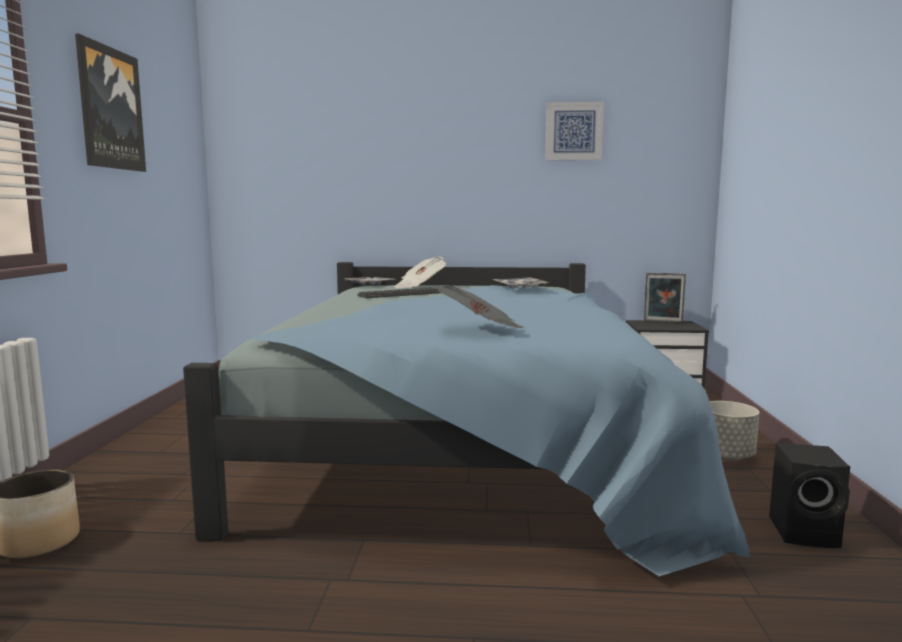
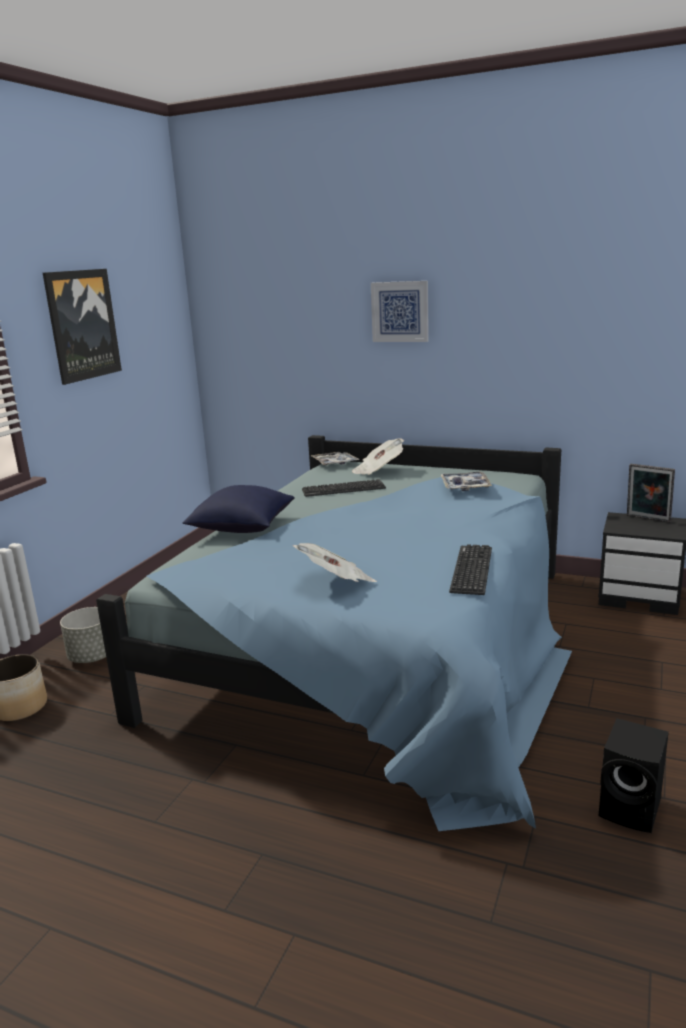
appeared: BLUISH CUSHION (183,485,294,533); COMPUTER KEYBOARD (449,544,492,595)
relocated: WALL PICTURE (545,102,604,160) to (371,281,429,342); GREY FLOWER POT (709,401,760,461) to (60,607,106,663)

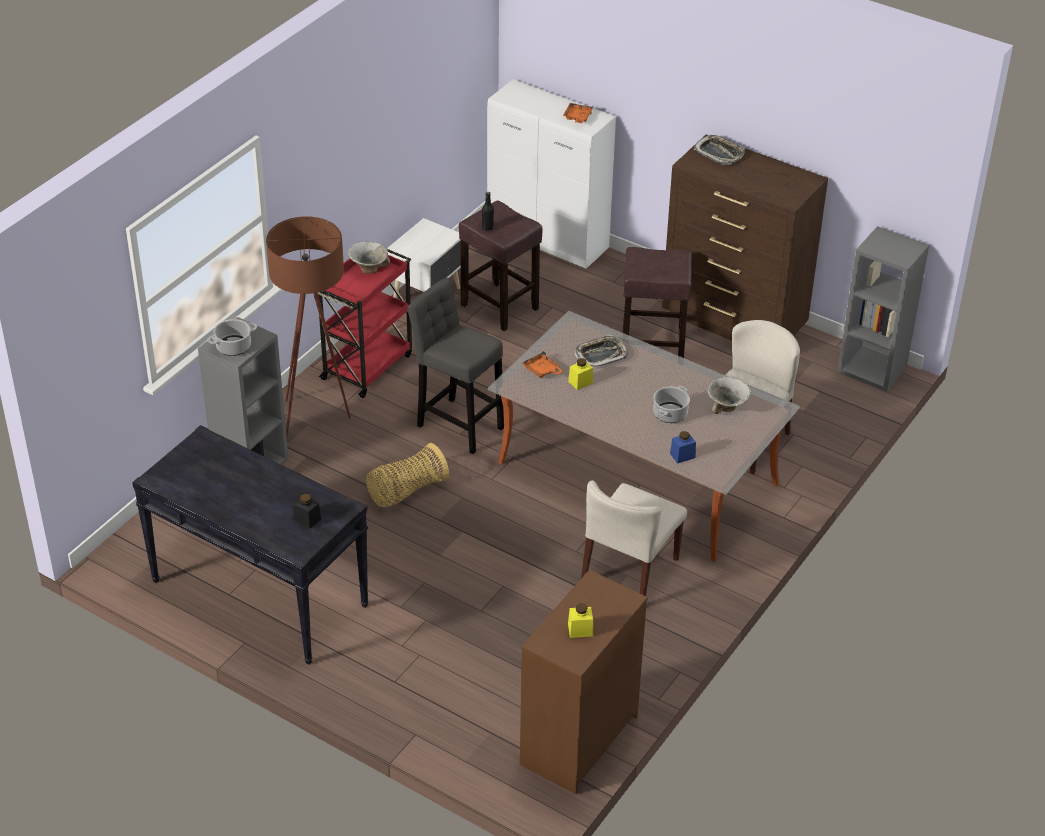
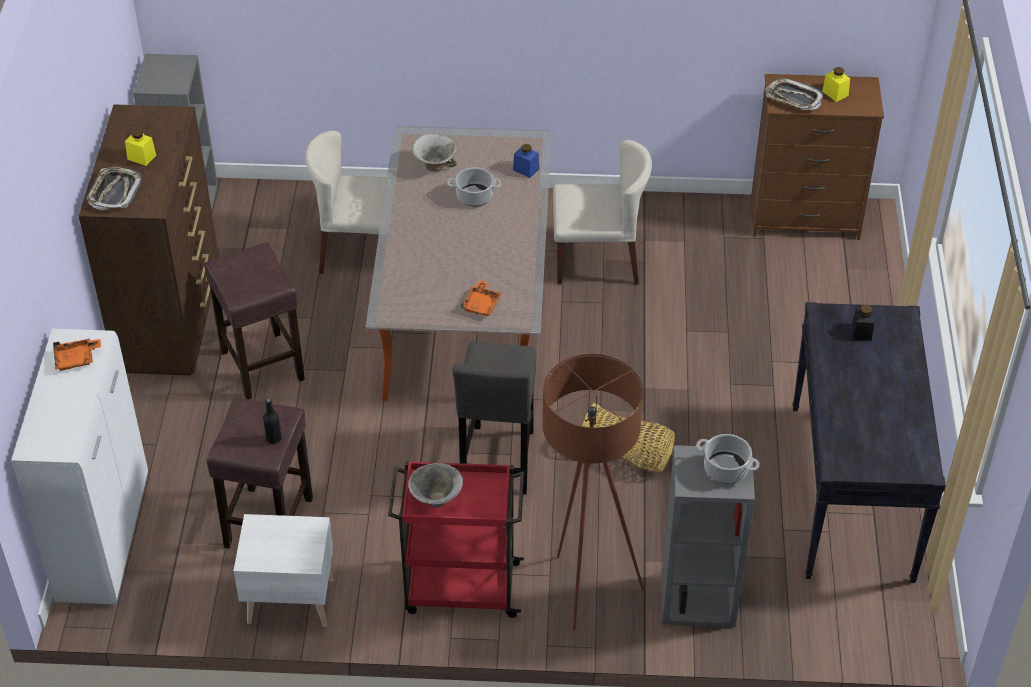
relocated: YELLOW-COLOURED PRESERVE JAR (568,358,593,390) to (125,129,156,166); CARRYING TRAY (575,335,629,367) to (765,78,823,110)

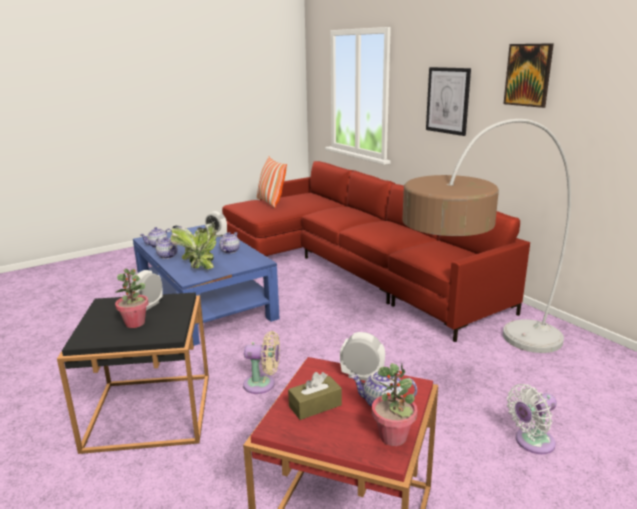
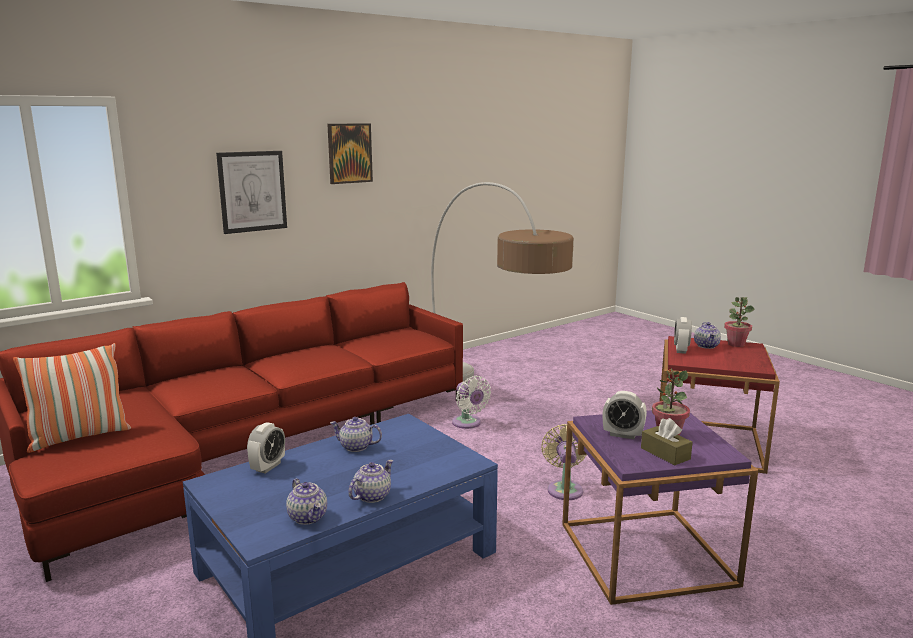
missing: HOUSEPLANT (170,223,218,269)
relocated: BROWN TISSUE HOLDER (288,372,342,420) to (641,418,693,465); WHITE FAN (507,384,557,454) to (452,376,491,429)
colour: BLACK END TABLE (57,293,209,454) to PURPLISH END TABLE (562,410,758,605)

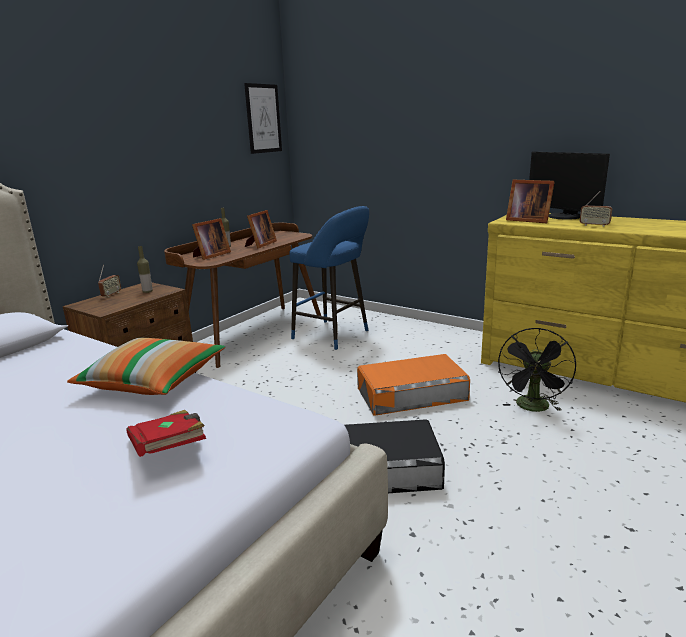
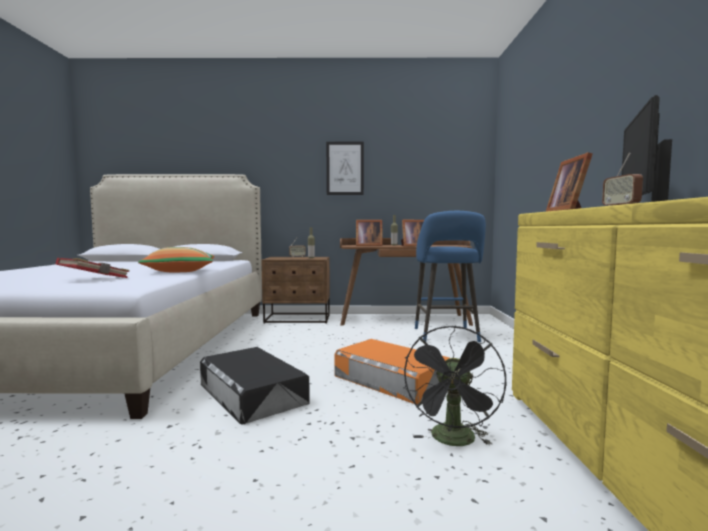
relocated: WALL PICTURE (244,83,282,154) to (326,142,364,195)
spun: BLACK FAN (498,328,576,412) = (403,325,506,446) 60 degrees counterclockwise

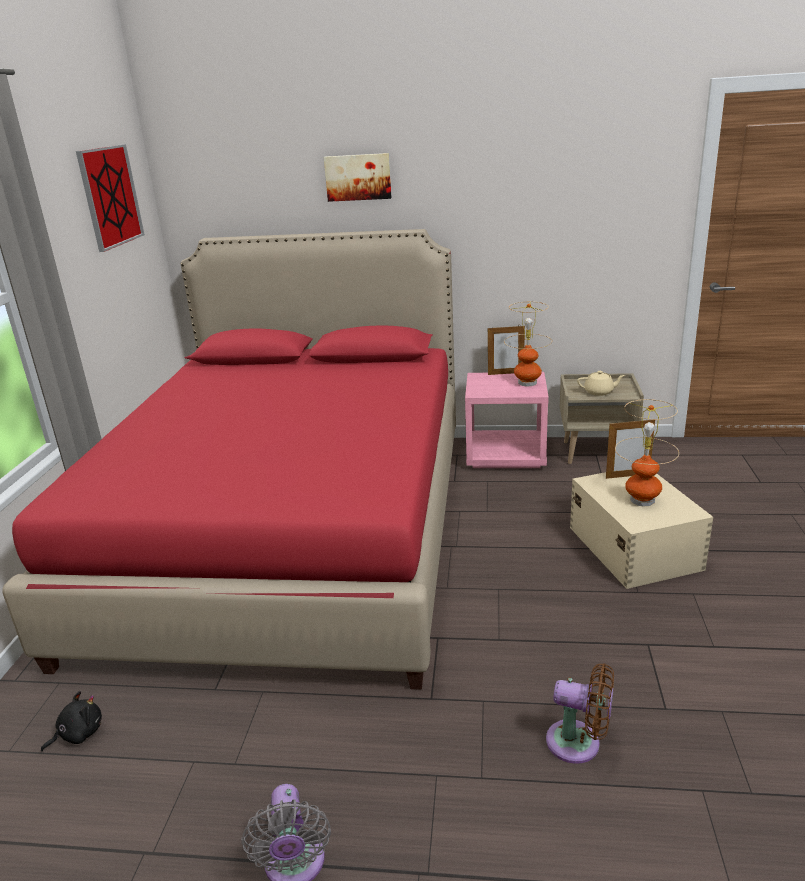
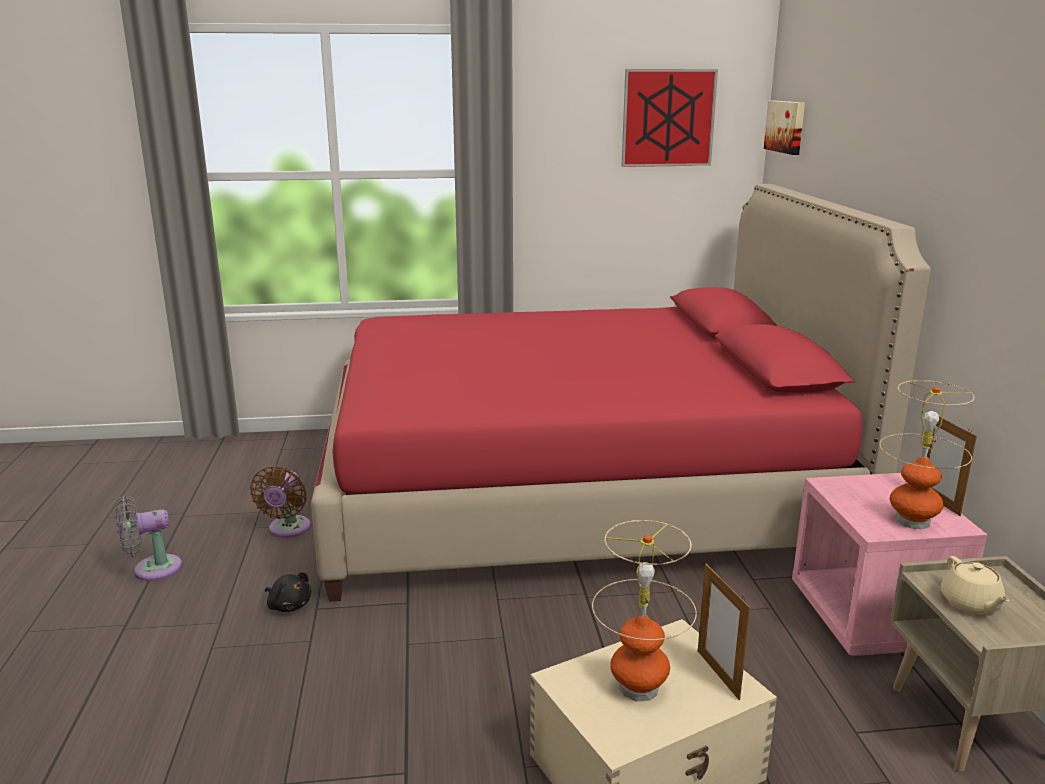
relocated: BLACK CUDDLY TOY (41,691,102,752) to (265,572,311,612); WALL PICTURE (324,153,392,202) to (764,101,805,155); BROWN FAN (546,663,614,764) to (250,466,311,538)

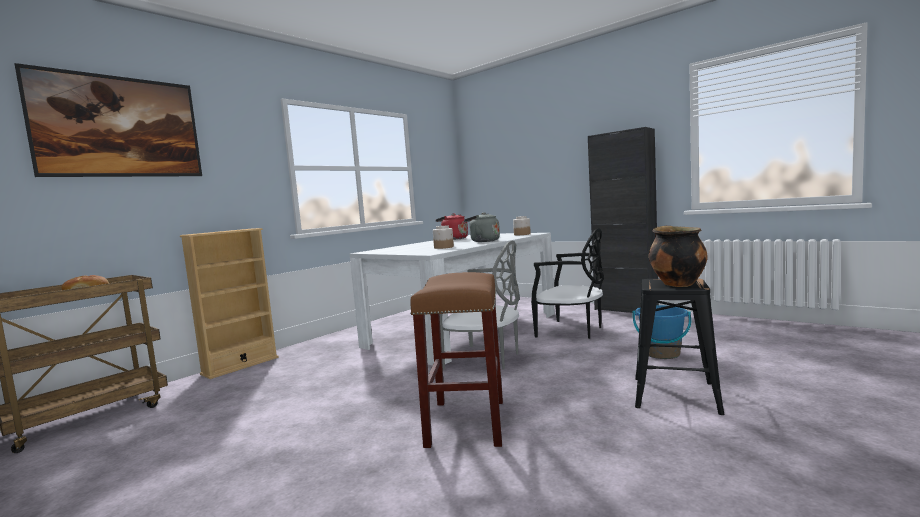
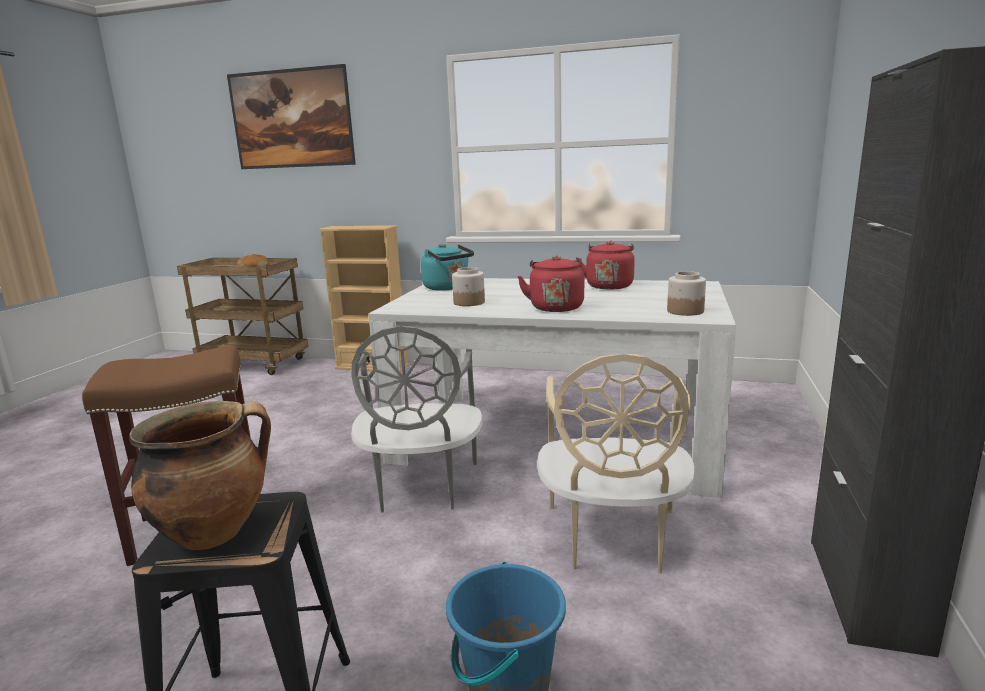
appeared: TURQUOISE WATER KETTLE (421,244,474,291)
colour: GREY WATER KETTLE (464,212,500,242) to REDDISH WATER KETTLE (517,256,584,312); BLACK UPRIGHT CHAIR (531,228,604,339) to SAND-COLOURED UPRIGHT CHAIR (537,354,696,574)

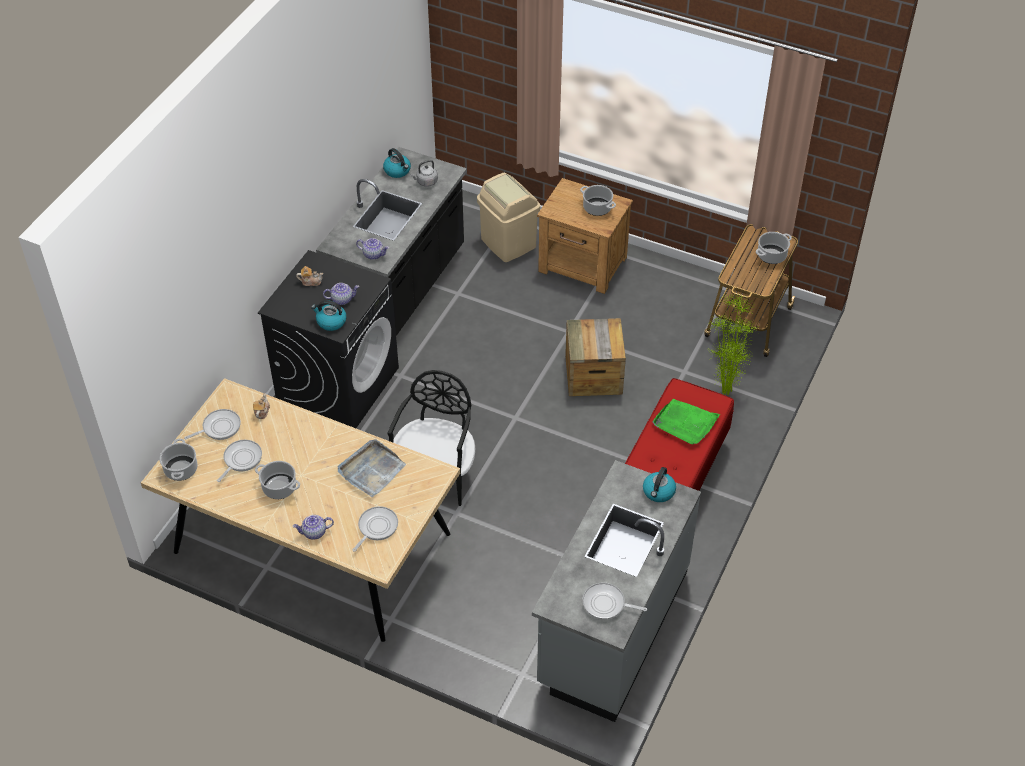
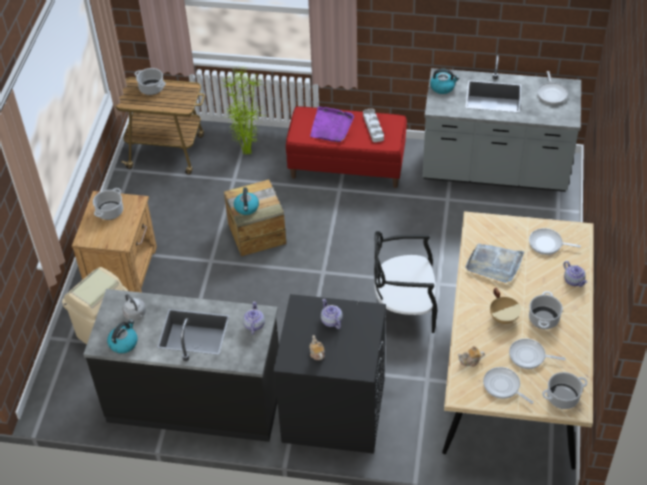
appeared: GREY CARRYING TRAY (363,108,384,142); SAND-COLOURED STOCKPOT (490,287,521,324)
relocated: WATER KETTLE (311,300,347,331) to (234,187,259,215)
colour: GREEN CARRYING TRAY (652,399,720,444) to PURPLISH CARRYING TRAY (310,107,354,142)

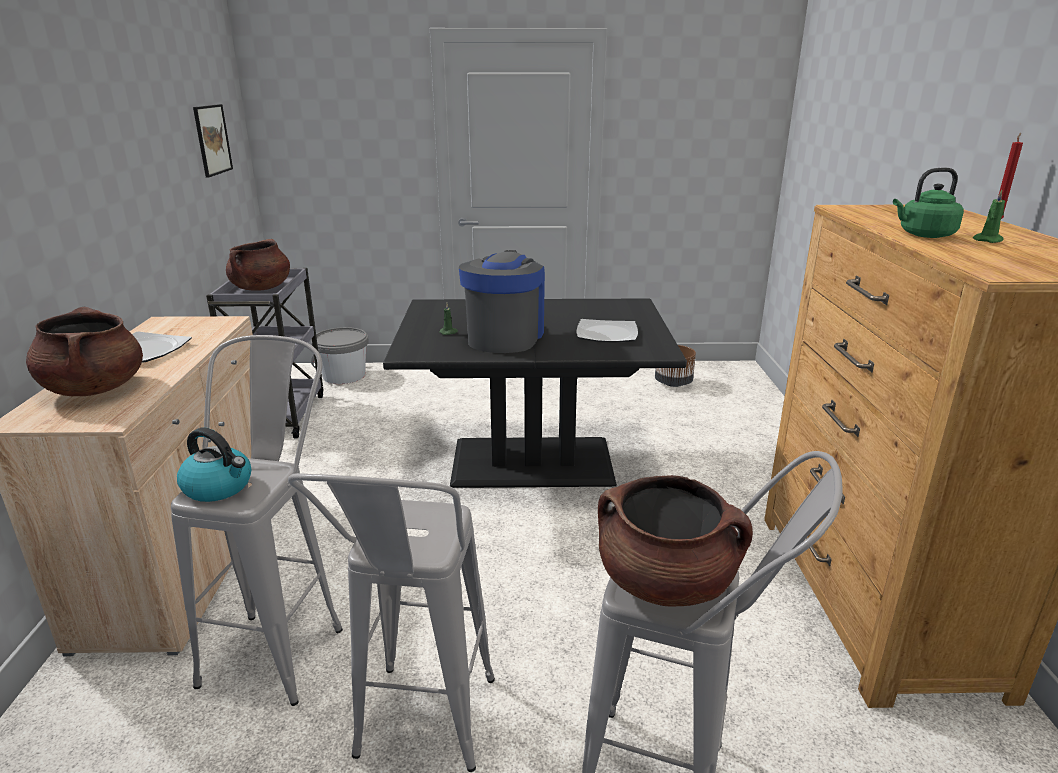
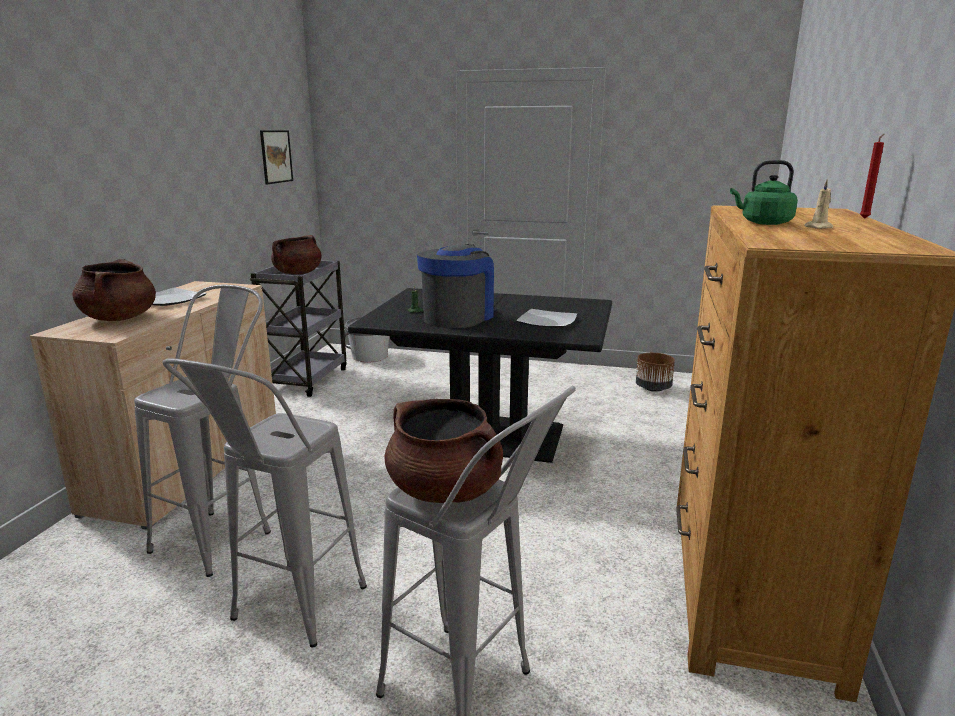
missing: WATER KETTLE (177,427,251,502)
colour: GREEN CANDLE (973,190,1005,243) to SAND-COLOURED CANDLE (804,180,833,229)

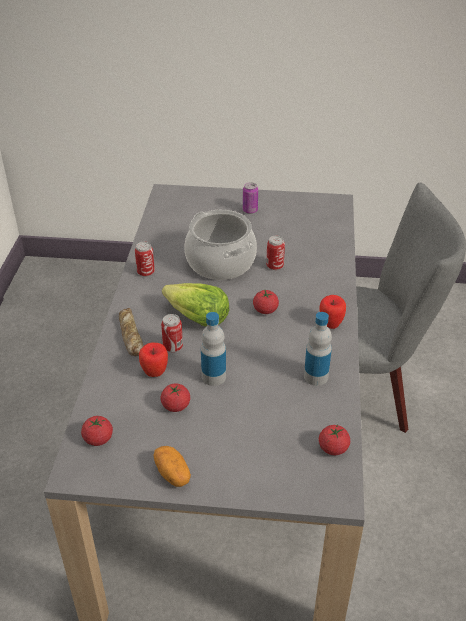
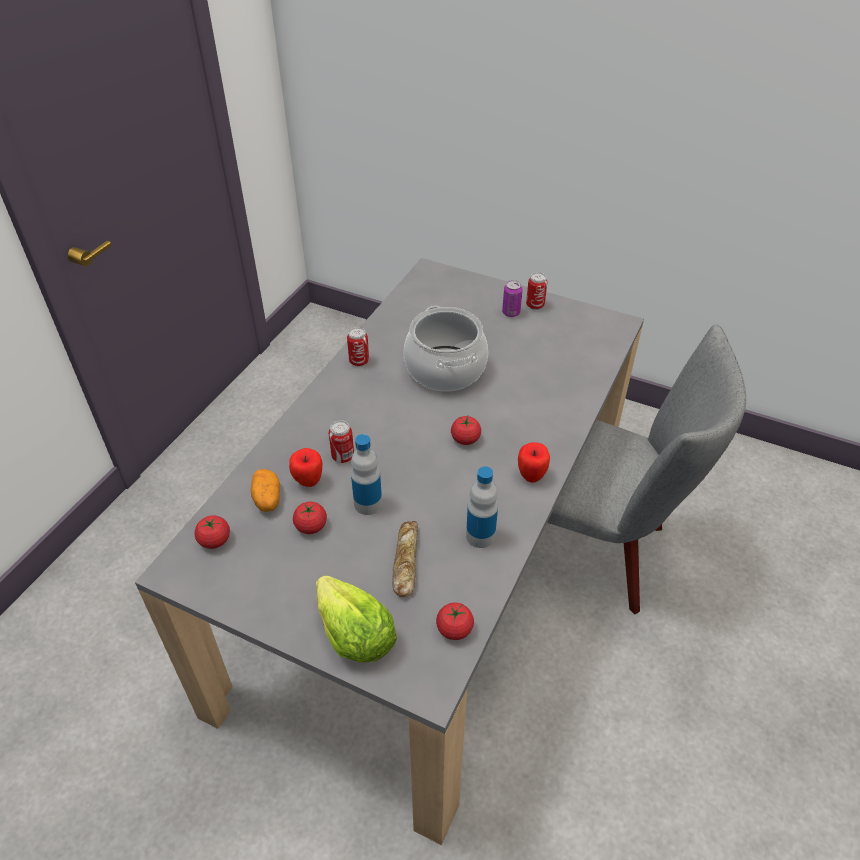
relocated: BAKED BREAD (119,308,143,356) to (392,521,418,597); WHOLE POTATO (154,446,191,487) to (251,469,280,512); HEAD OF LETTUCE (162,283,229,326) to (316,575,397,663); METAL CAN (266,236,285,270) to (526,272,547,310)

